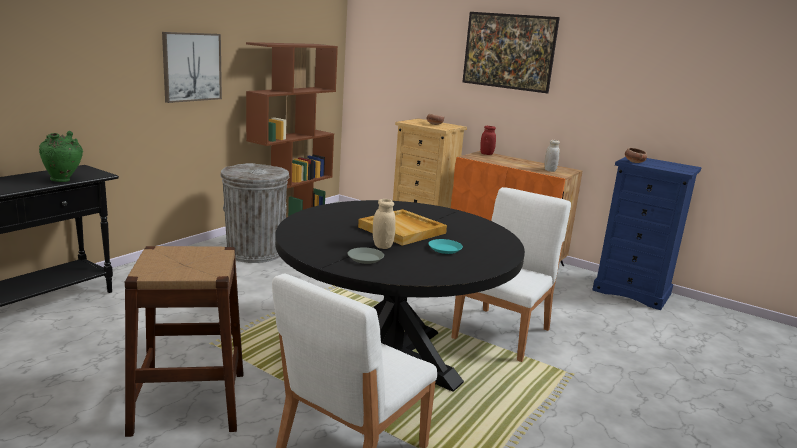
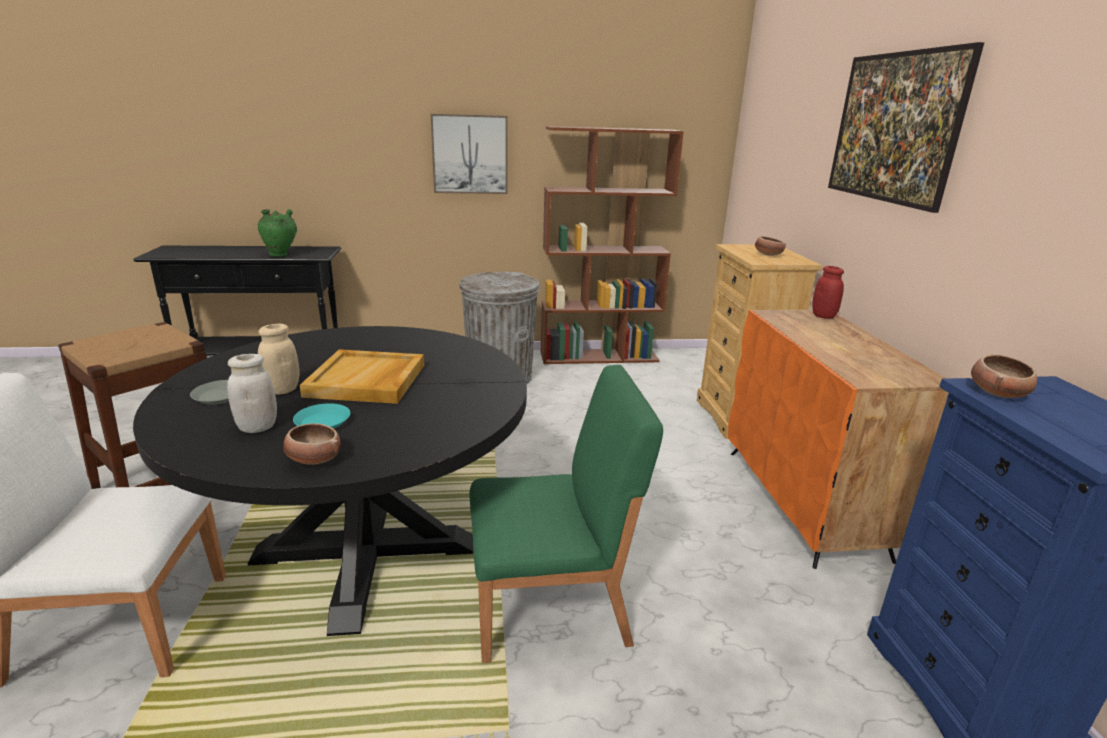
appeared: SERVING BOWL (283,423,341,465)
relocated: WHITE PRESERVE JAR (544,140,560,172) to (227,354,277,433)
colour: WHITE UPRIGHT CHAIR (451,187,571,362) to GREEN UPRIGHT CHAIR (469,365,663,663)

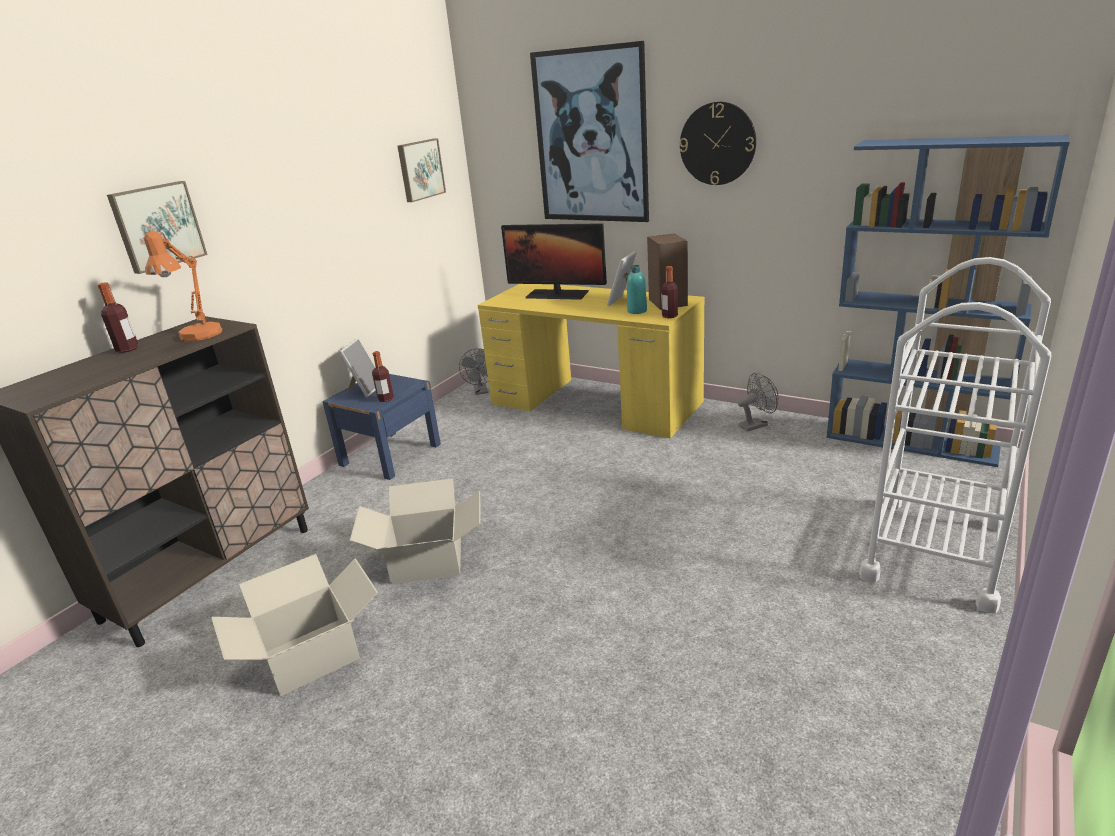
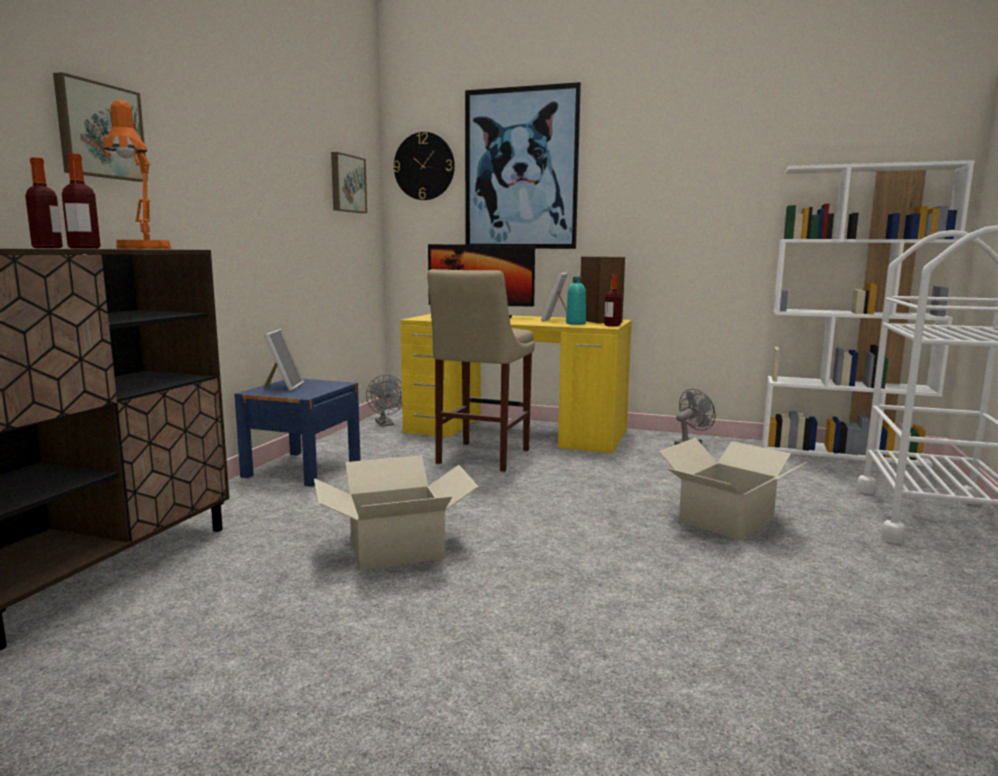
appeared: SAND-COLOURED SITTING STOOL (427,269,535,472)
relocated: CARTON (211,554,378,696) to (658,438,807,541); BEVERAGE BOTTLE (372,351,394,402) to (62,153,101,249); HANGING CLOCK (679,102,756,185) to (393,132,455,200)
colour: BLUISH SHELVING UNIT (826,135,1070,467) to WHITE SHELVING UNIT (762,160,975,466)

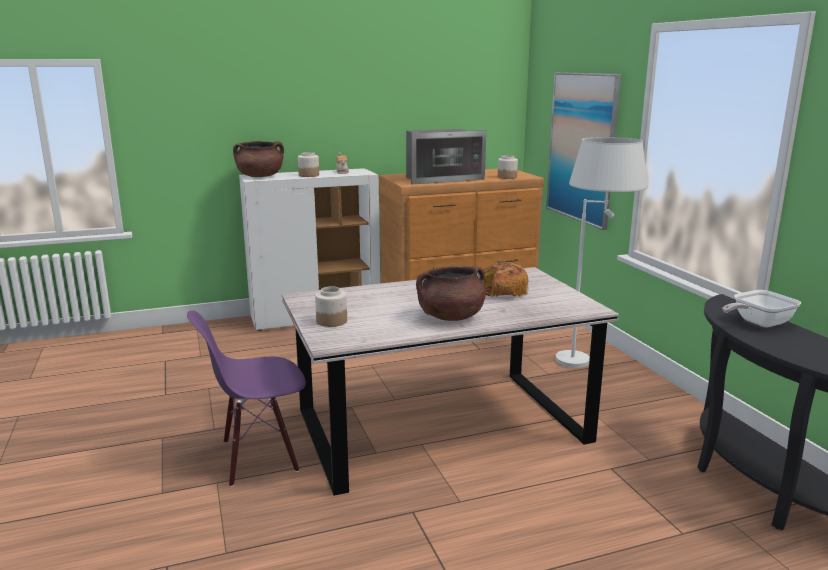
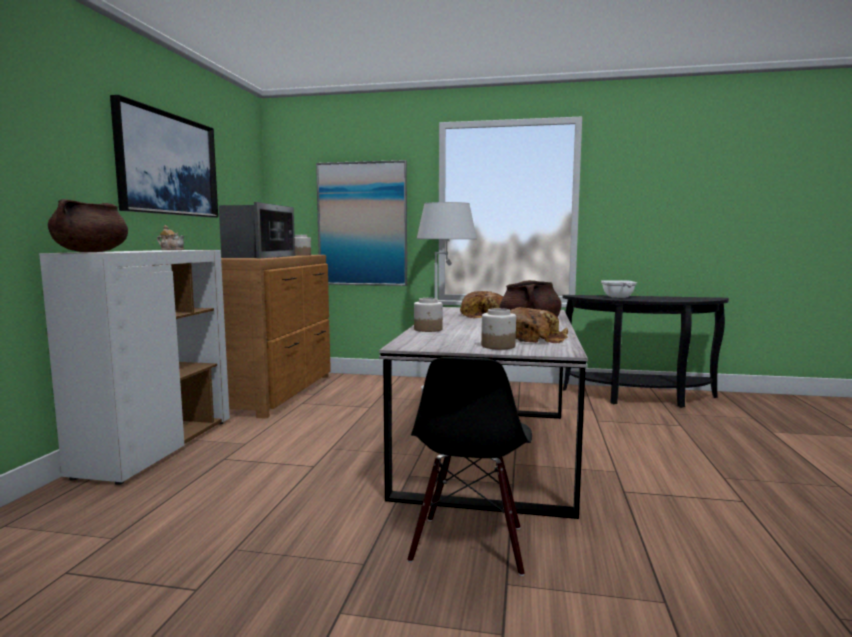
appeared: WALL PICTURE (110,95,218,217); BAKED BREAD (510,307,568,343)
relocated: PRESERVE JAR (298,152,319,177) to (414,298,443,332)
colour: PURPLISH UPRIGHT CHAIR (187,310,306,487) to BLACK UPRIGHT CHAIR (407,357,532,576)

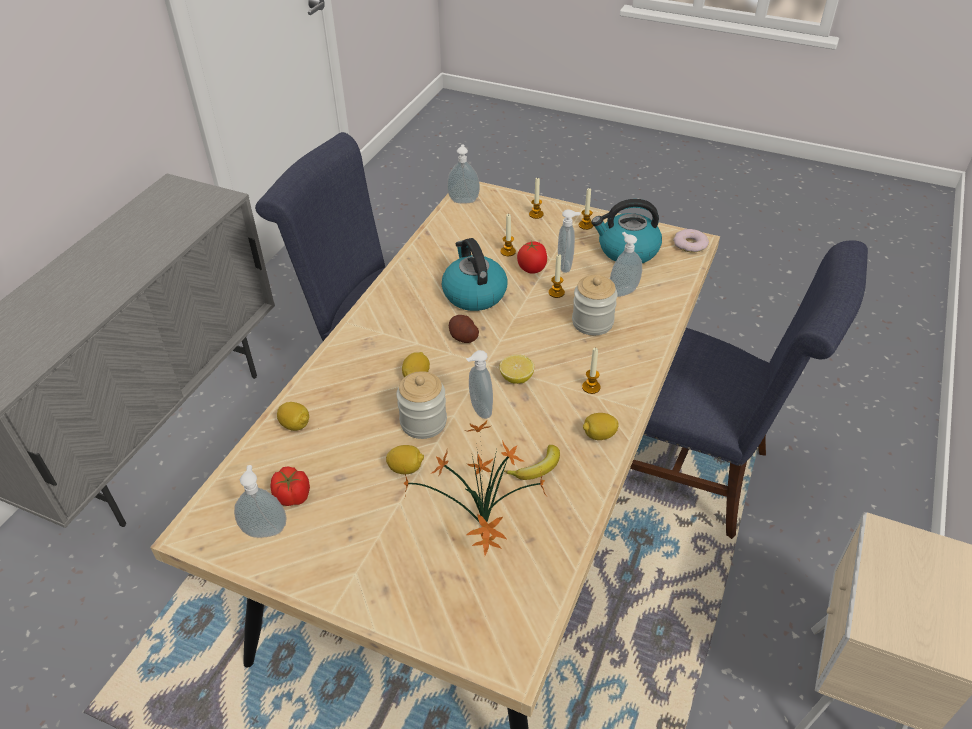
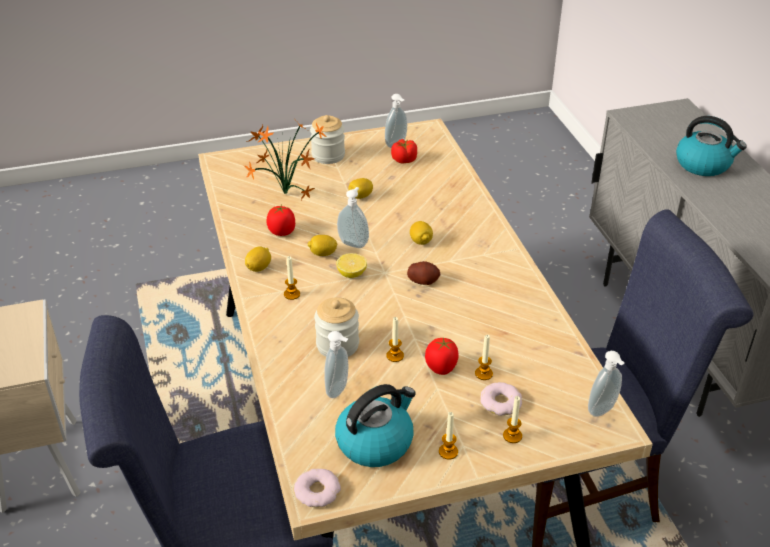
missing: LIQUID SOAP BOTTLE (558,209,581,273)
appeared: DONUT (480,382,522,416)
relocated: WHOLE LEMON (277,402,309,431) to (308,235,338,256); PRESERVE JAR (396,371,447,439) to (310,115,345,164); WATER KETTLE (442,238,507,311) to (676,116,747,176)
exchanged: BANANA FRUIT (504,445,560,480) to TOMATO (266,205,295,236)

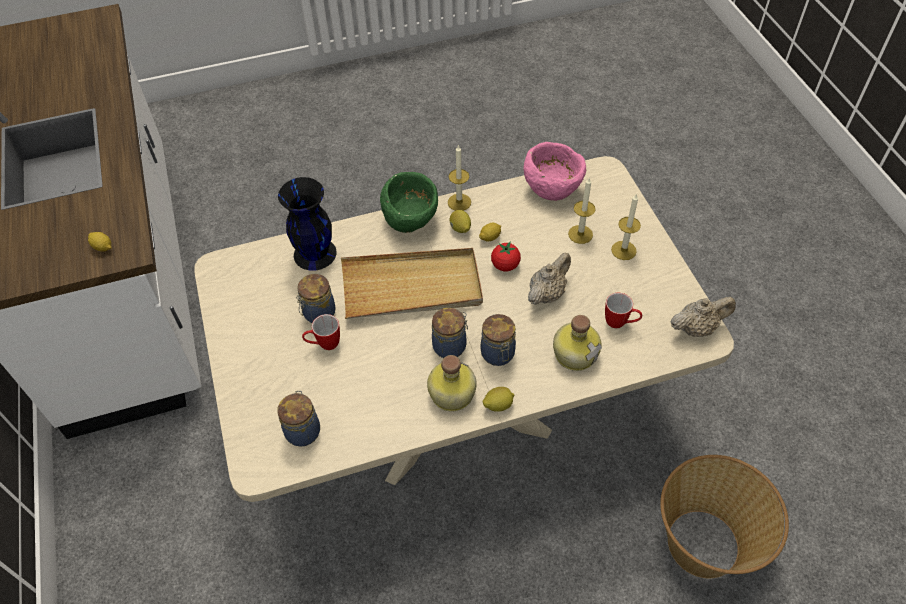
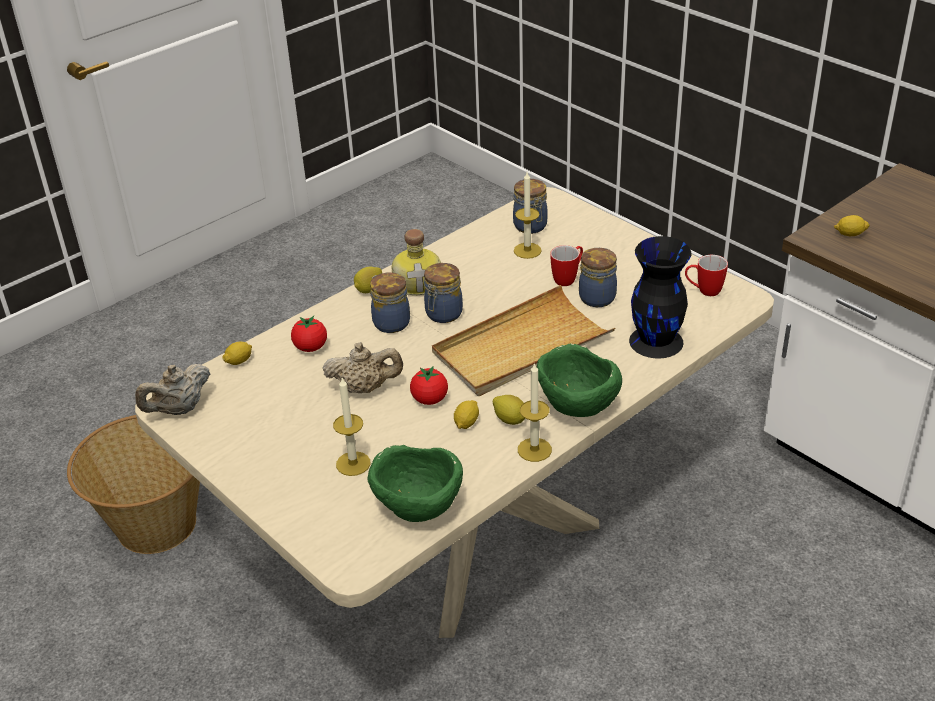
appeared: WHOLE LEMON (222,341,252,365)
relocated: MUG (605,293,642,328) to (685,255,728,296); CANDLE (611,193,641,260) to (514,172,542,259)
exchanged: BEVERAGE BOTTLE (553,315,602,371) to TOMATO (291,316,327,352)
colour: PINK-COLOURED SERVING BOWL (523,142,586,201) to GREEN SERVING BOWL (367,445,463,522)
spun: SAND-COLOURED POT FOR TEA (528,253,571,305) = (322,342,403,393) 105 degrees counterclockwise

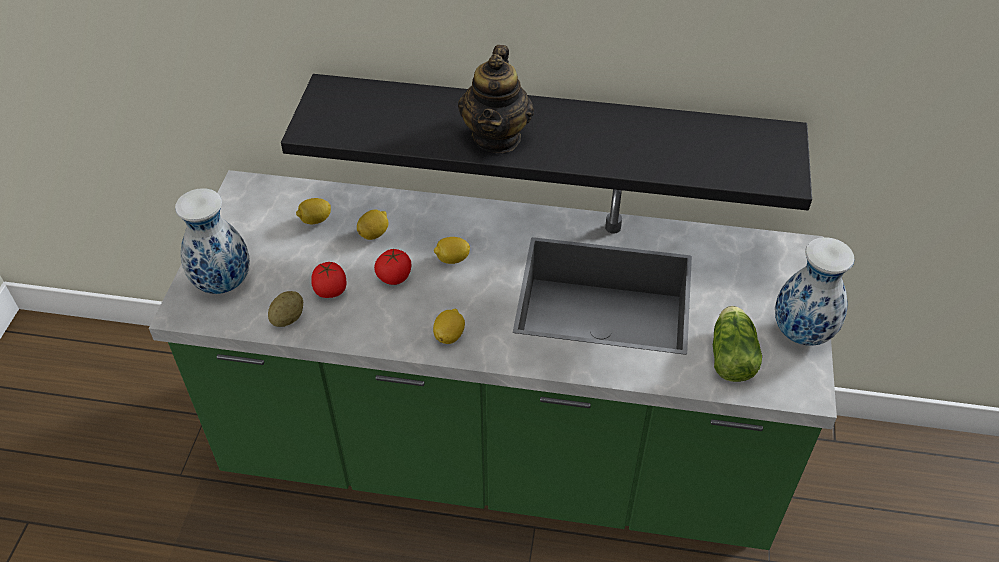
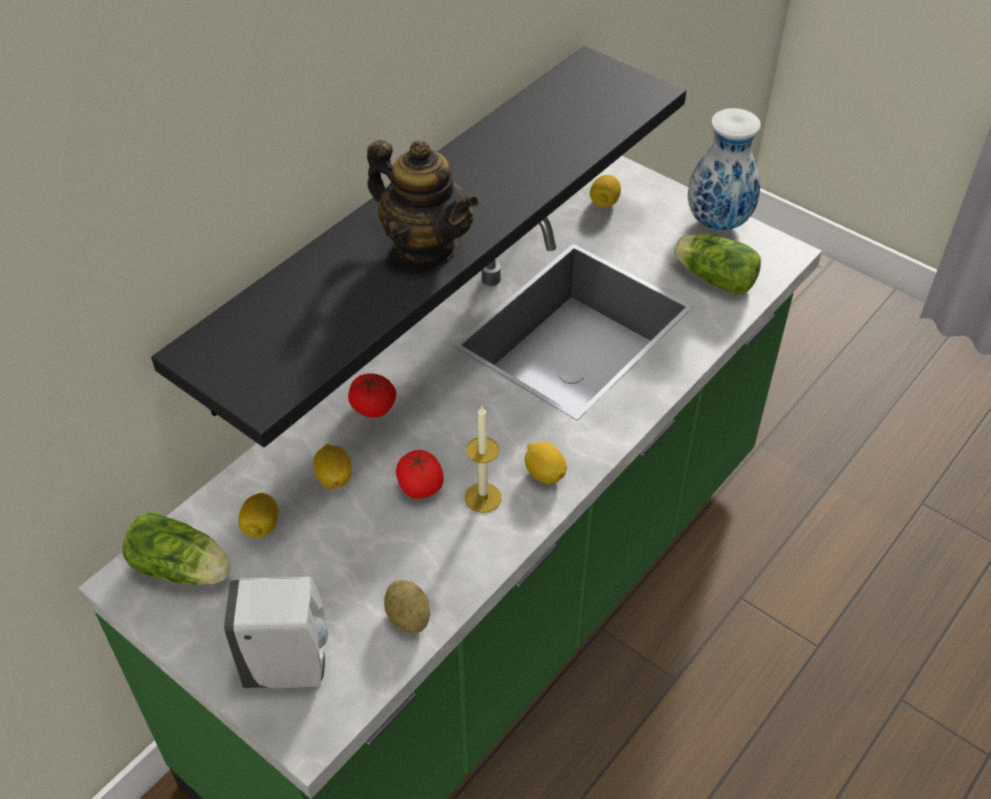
appeared: HEAD OF LETTUCE (122,512,231,585); CANDLE (465,406,502,513)
relocated: TOMATO (311,262,346,298) to (348,373,396,417); WHOLE LEMON (434,237,470,264) to (590,175,621,208)
exchanged: DECORATIVE VASE (175,188,250,294) to WHITE LIQUID SOAP BOTTLE (224,577,328,688)

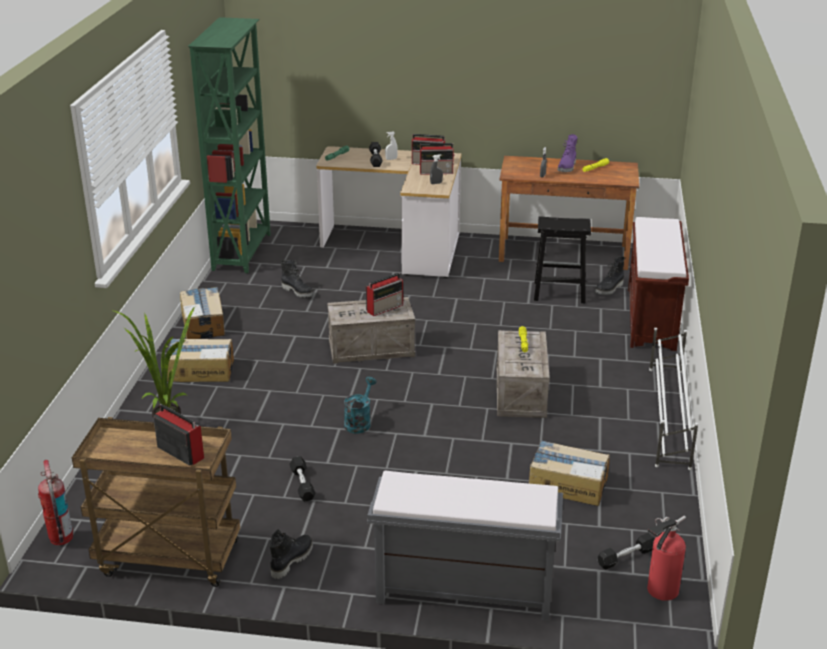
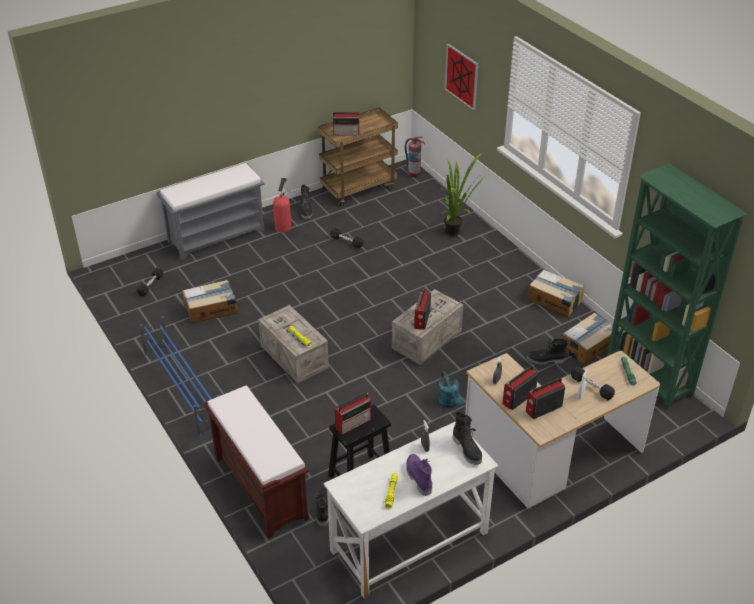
appeared: RADIO SET (334,393,371,435); WALL PICTURE (444,44,478,110); BLACK BOOT (453,412,482,465)
relocated: CARTON (167,338,234,382) to (562,313,620,365); TURQUOISE SPRINKLING CAN (344,377,377,433) to (438,372,464,408); FIRE EXTINGUISHER (647,516,686,601) to (273,178,291,233)
colour: BROWN DESK (499,156,639,270) to WHITE DESK (324,421,499,599); WHITE SHOE RACK (649,328,698,470) to BLUISH SHOE RACK (139,316,219,436)

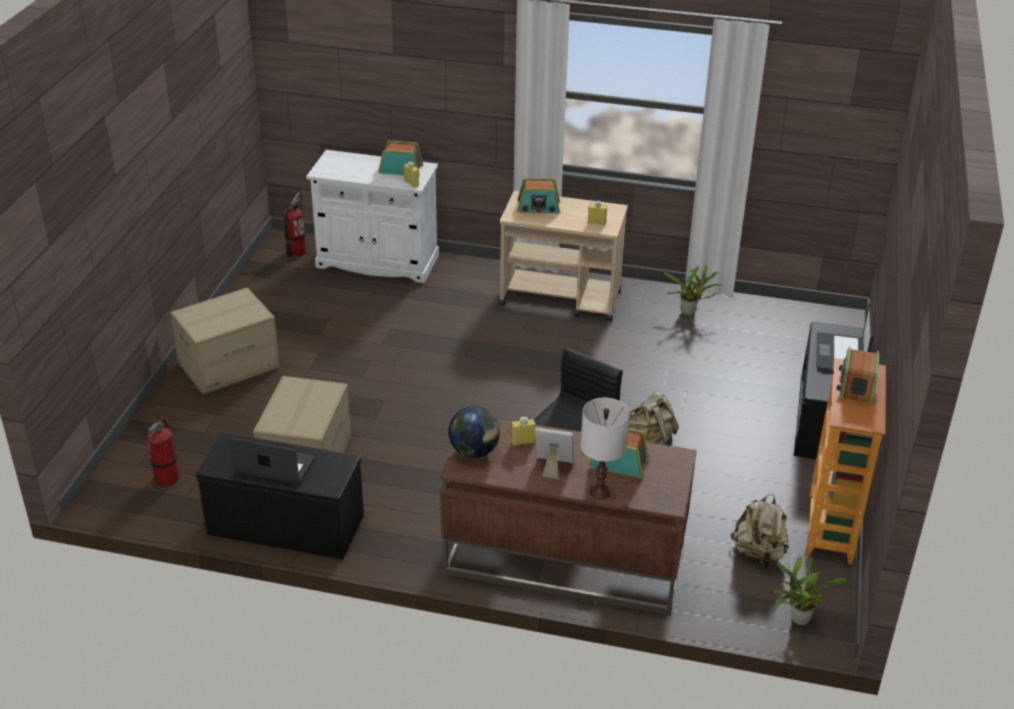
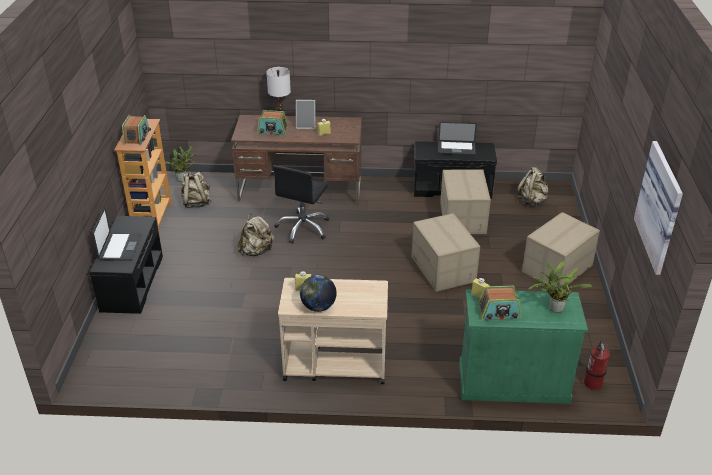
missing: RADIO SET (517,178,560,214)
appeared: CARTON (411,213,480,292); WALL PICTURE (634,141,683,275)
relocated: WORLD GLOBE (448,406,500,458) to (300,275,337,312); HOUSEPLANT (663,265,726,316) to (529,261,592,313)
exchanged: FIRE EXTINGUISHER (147,419,179,486) to SAND-COLOURED RUCKSACK (517,167,548,206)
colour: WHITE CABINET (306,150,439,283) to GREEN CABINET (459,289,588,404)

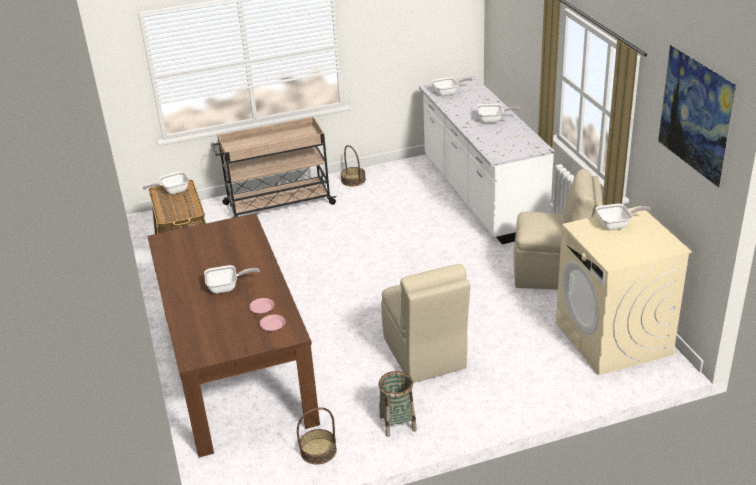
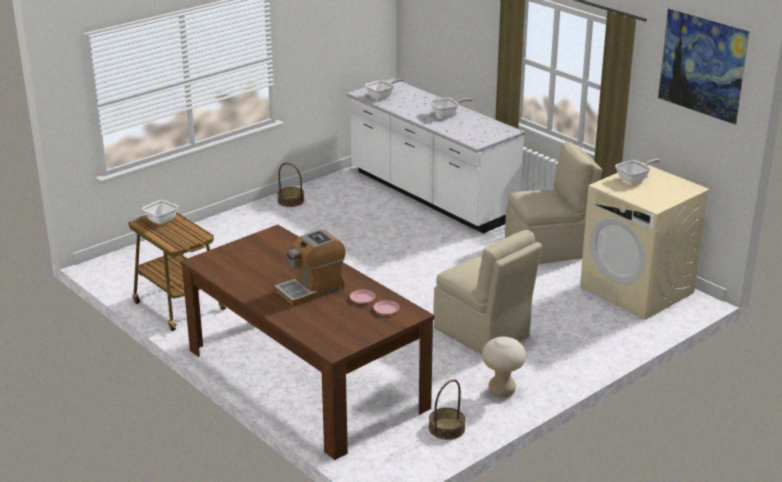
missing: SAND-COLOURED TROLLEY (212,117,337,218)
exchanged: FRYING PAN (204,265,260,294) to COFFEE MAKER (274,230,346,306); STORAGE BASKET (378,371,417,437) to SAND-COLOURED SITTING STOOL (482,337,526,398)

